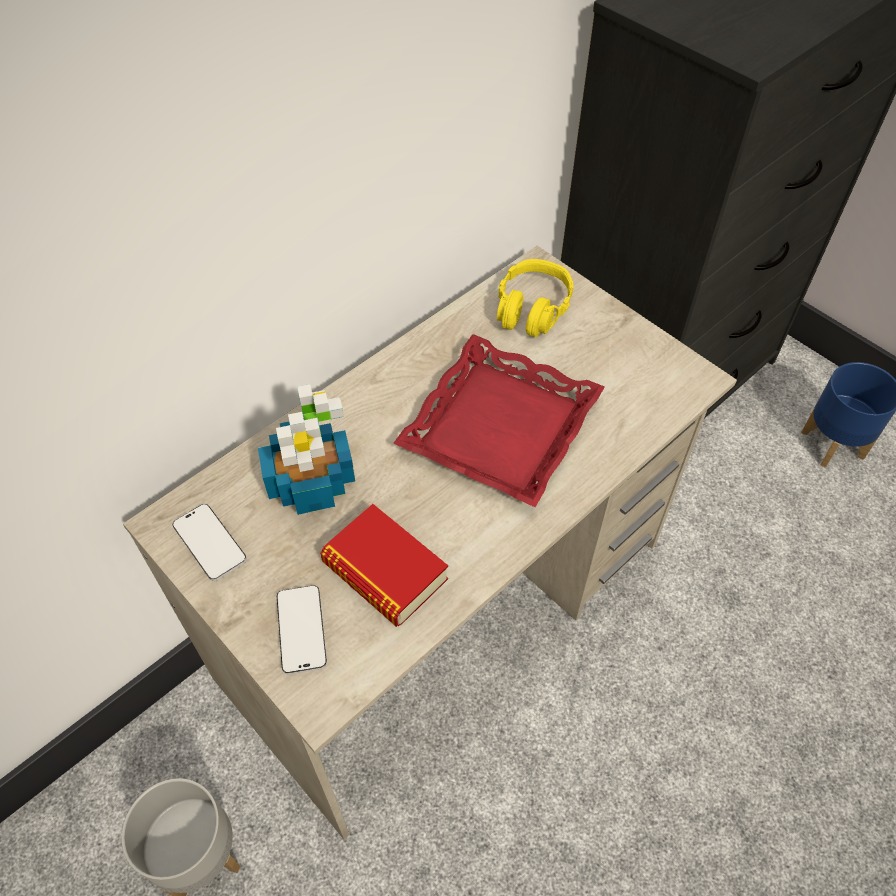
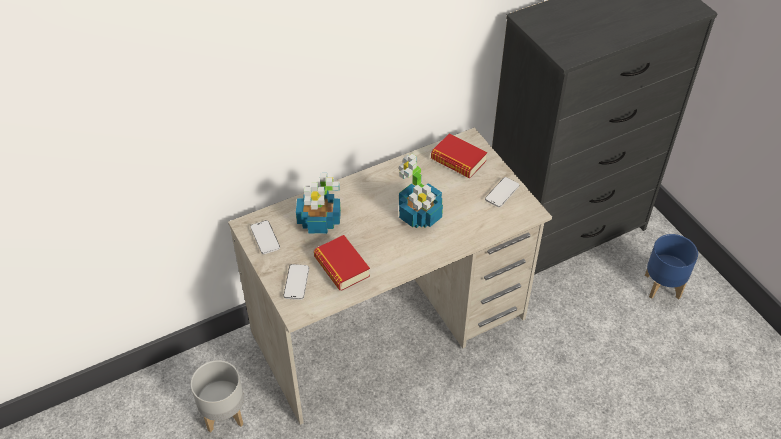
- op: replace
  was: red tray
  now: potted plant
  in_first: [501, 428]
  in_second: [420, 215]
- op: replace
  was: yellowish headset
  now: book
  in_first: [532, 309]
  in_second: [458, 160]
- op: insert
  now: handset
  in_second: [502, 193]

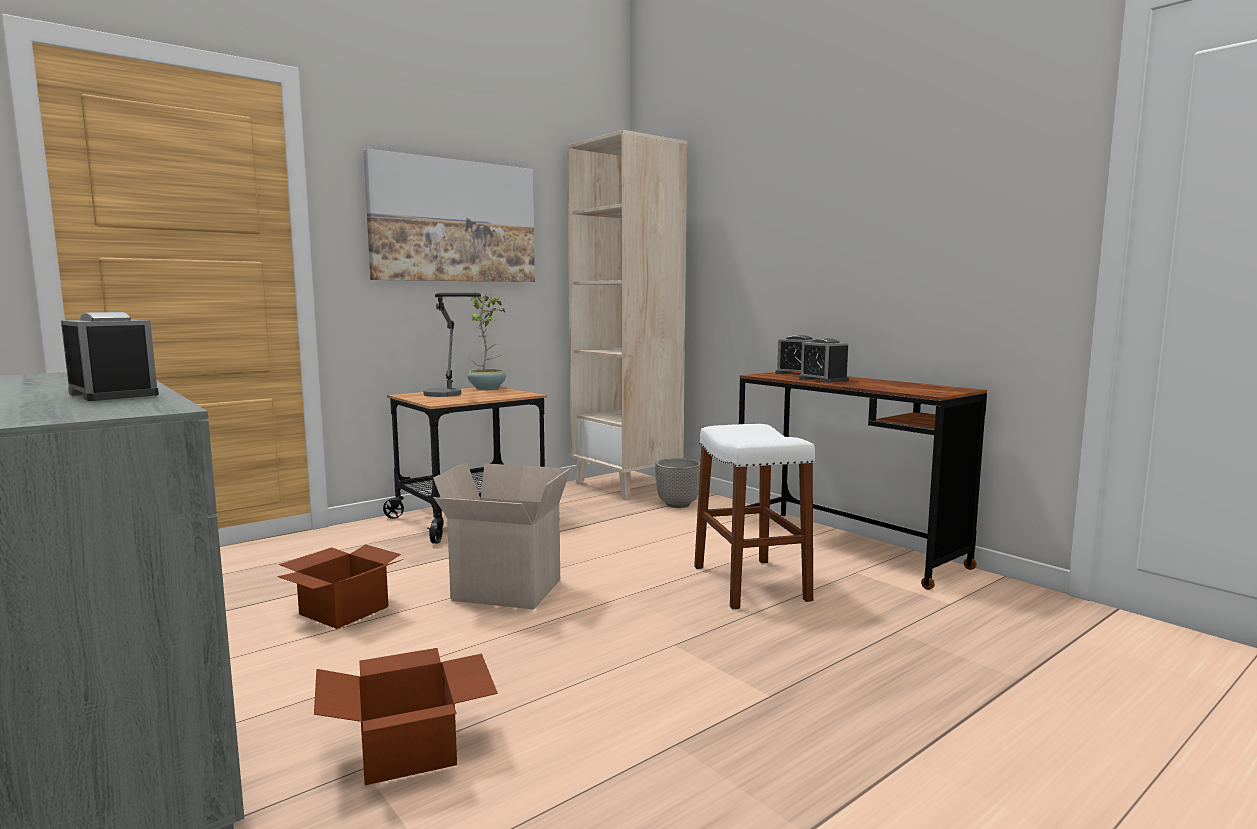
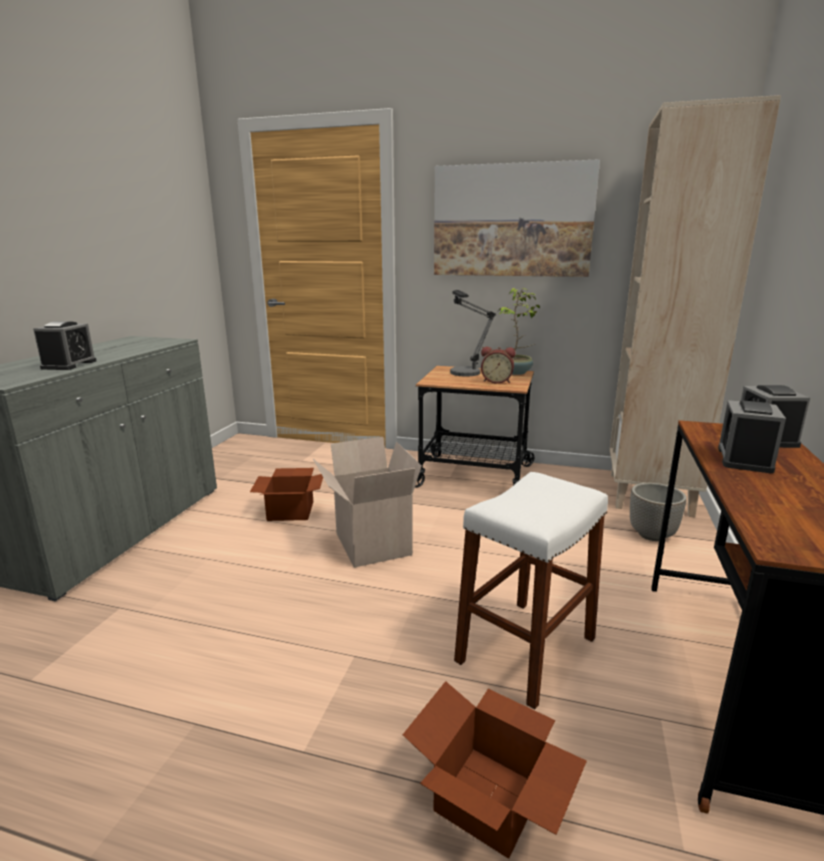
- op: move
  was: packing box
  in_first: [411, 750]
  in_second: [491, 802]
- op: insert
  now: bedside clock
  in_second: [497, 381]

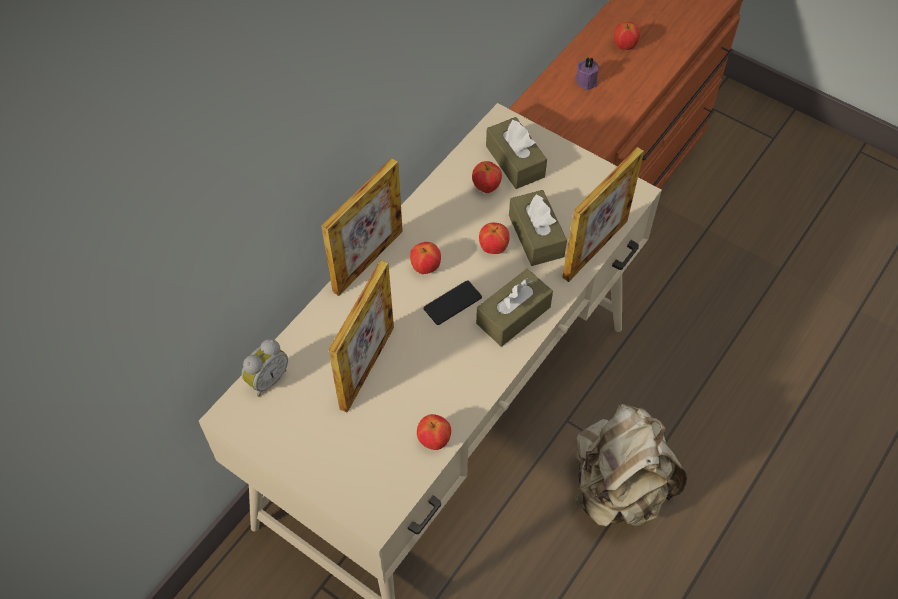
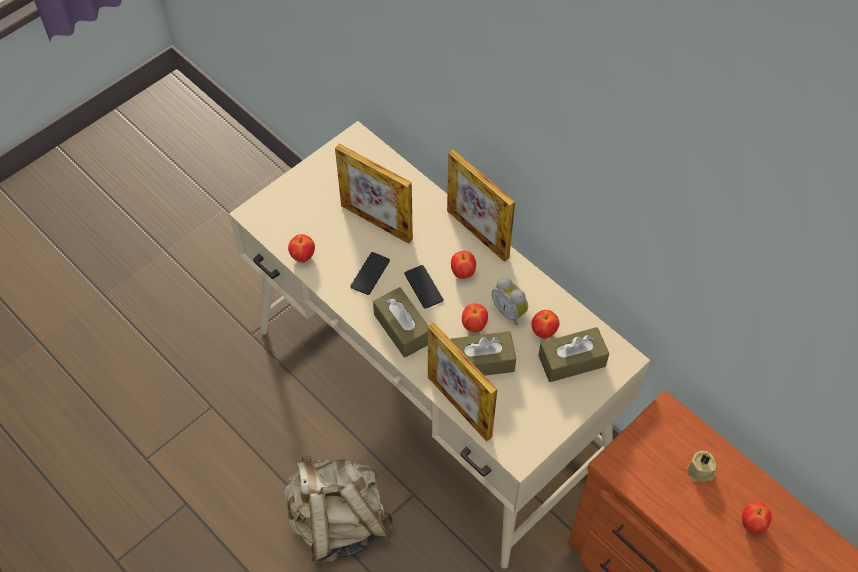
- op: move
  was: bedside clock
  in_first: [267, 379]
  in_second: [510, 311]
- op: recolor
  was: purple wax light
  now: sand-coloured wax light
  in_first: [586, 80]
  in_second: [700, 472]
- op: insert
  now: handset
  in_second: [370, 274]

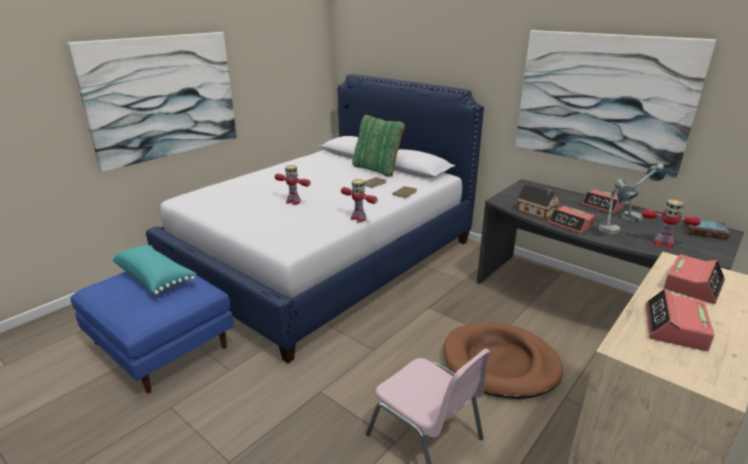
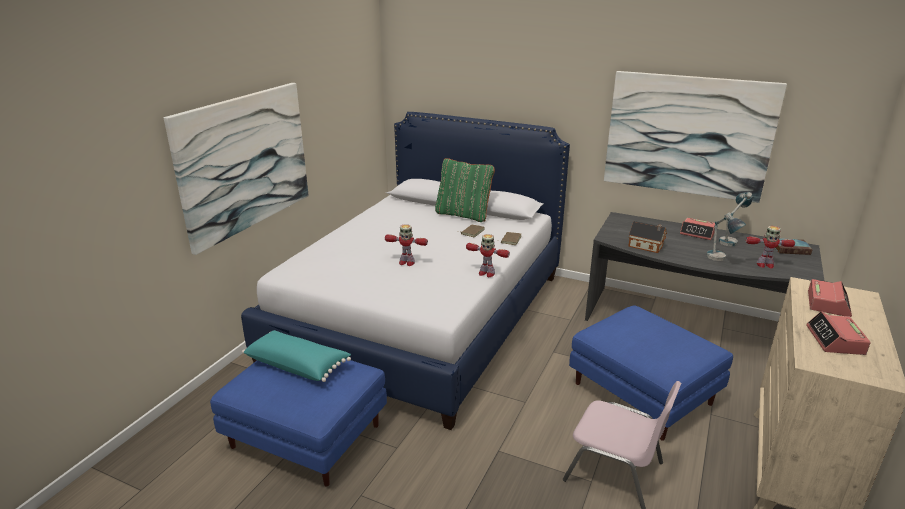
- op: replace
  was: brownish dog cushion
  now: blue ottoman
  in_first: [500, 363]
  in_second: [644, 394]
- op: delete
  was: bedside clock
  in_first: [571, 224]

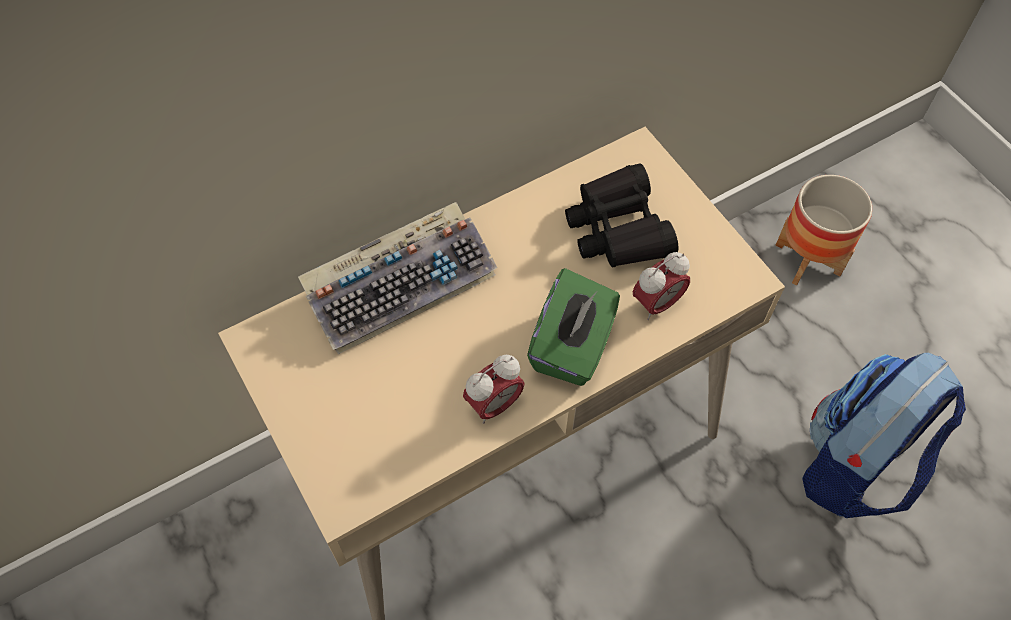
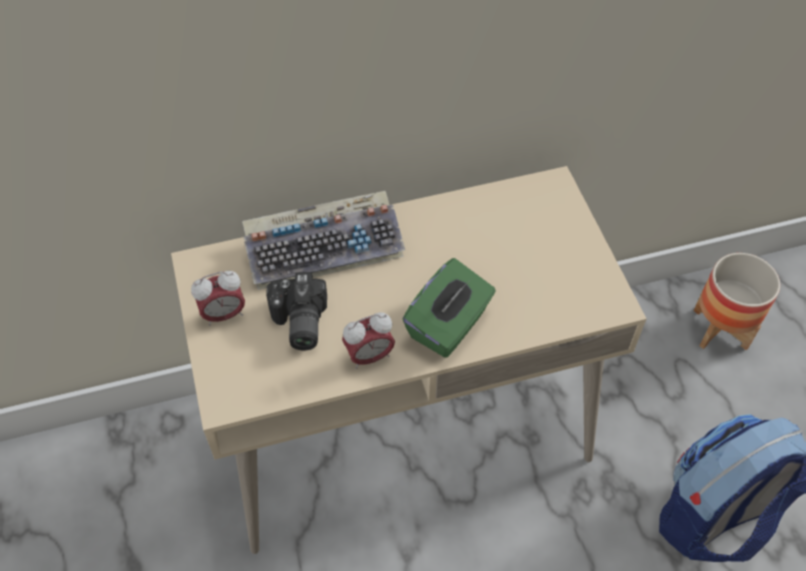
- op: delete
  was: black-coloured field glasses
  in_first: [618, 228]
- op: move
  was: bedside clock
  in_first: [657, 303]
  in_second: [224, 314]
- op: insert
  now: still camera
  in_second: [297, 323]

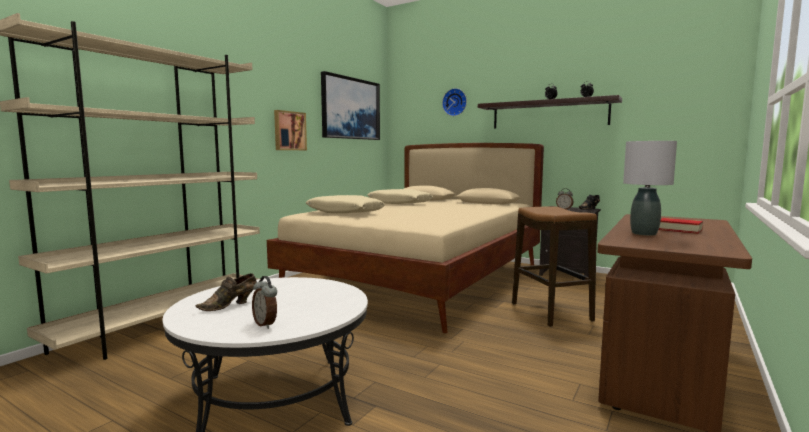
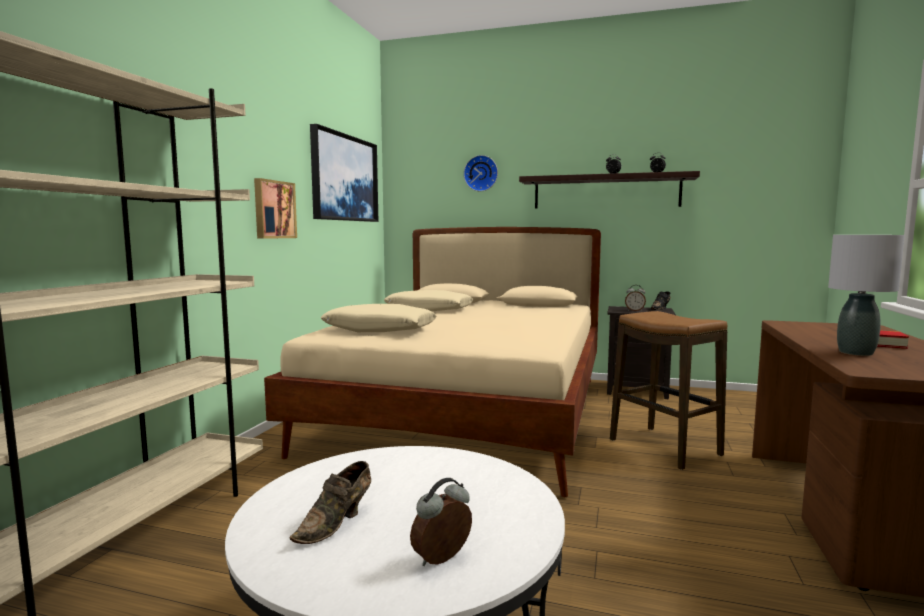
- op: rotate
  was: bedside clock
  in_first: [266, 324]
  in_second: [443, 560]
  clockwise: 105

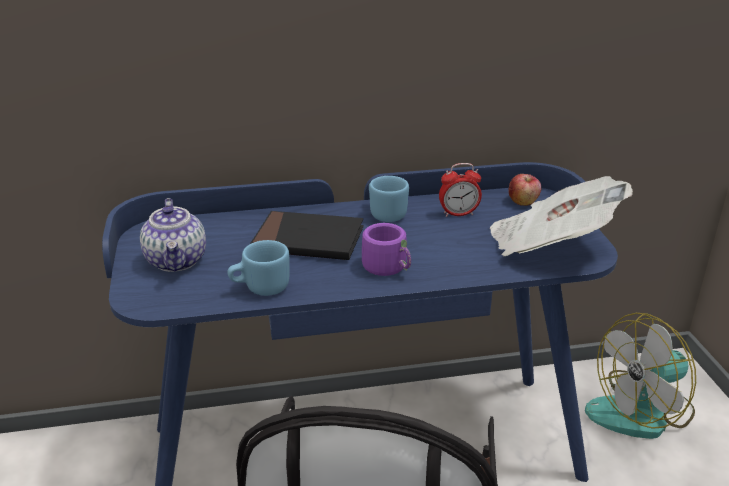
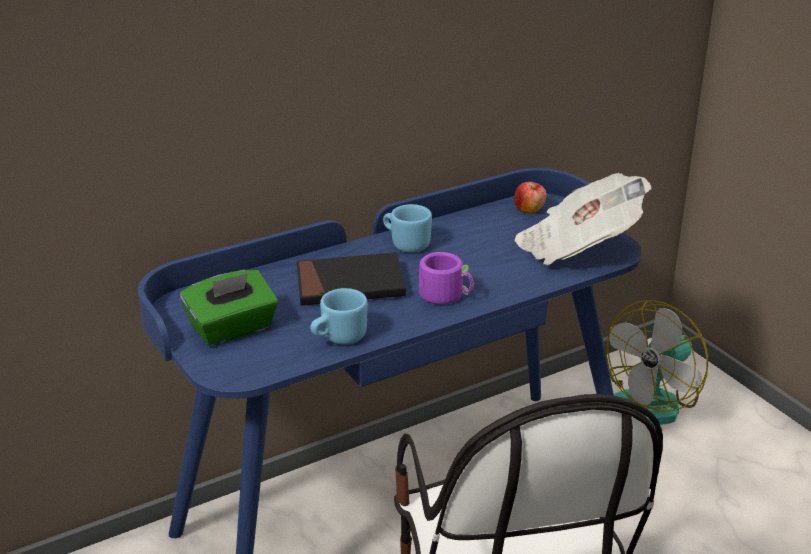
- op: replace
  was: teapot
  now: greenish tissue box
  in_first: [177, 261]
  in_second: [232, 329]
- op: delete
  was: bedside clock
  in_first: [458, 214]

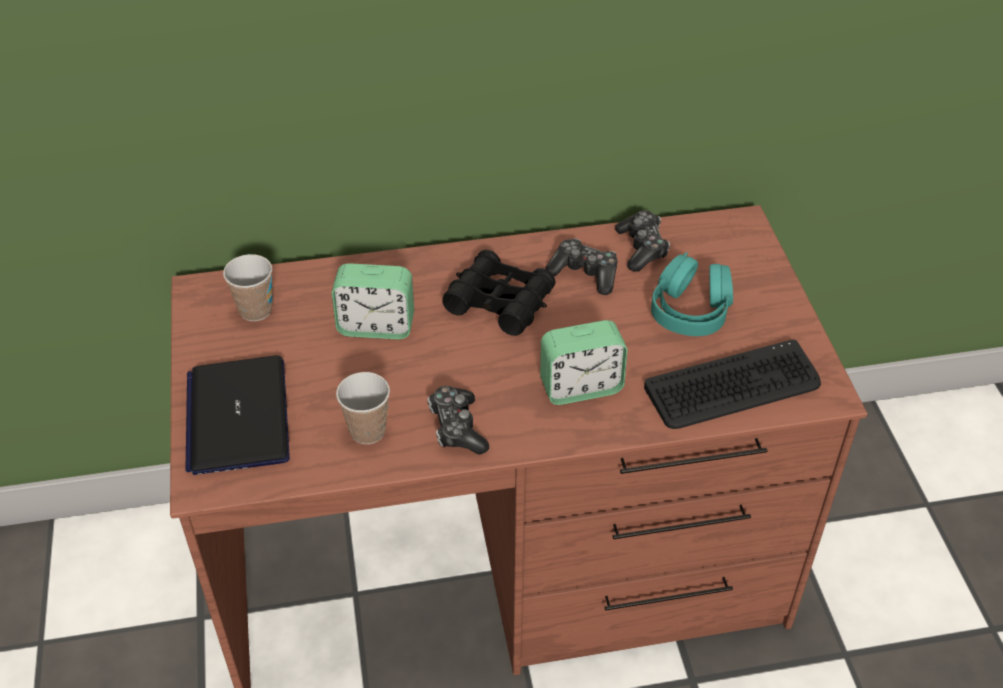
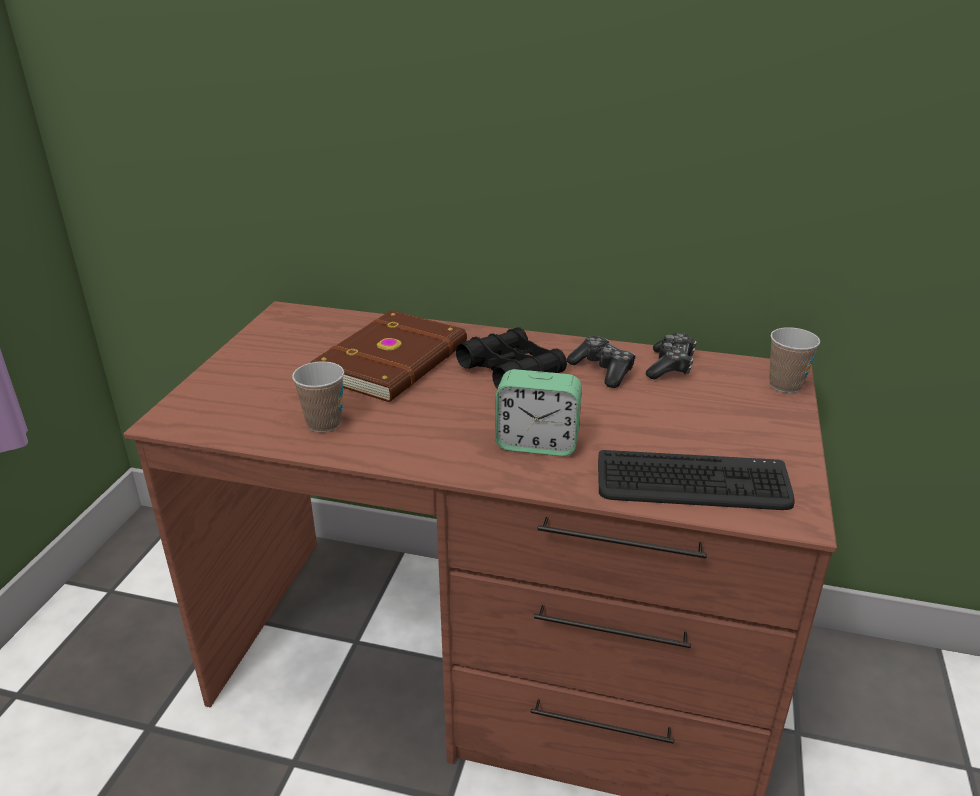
- op: delete
  was: portable computer
  in_first: [238, 416]
- op: move
  was: small cup
  in_first: [255, 310]
  in_second: [785, 385]
- op: replace
  was: bedside clock
  now: brownish book
  in_first: [376, 326]
  in_second: [394, 361]
- op: delete
  was: game controller
  in_first: [457, 428]
- op: delete
  was: turquoise-coloured headset
  in_first: [690, 310]

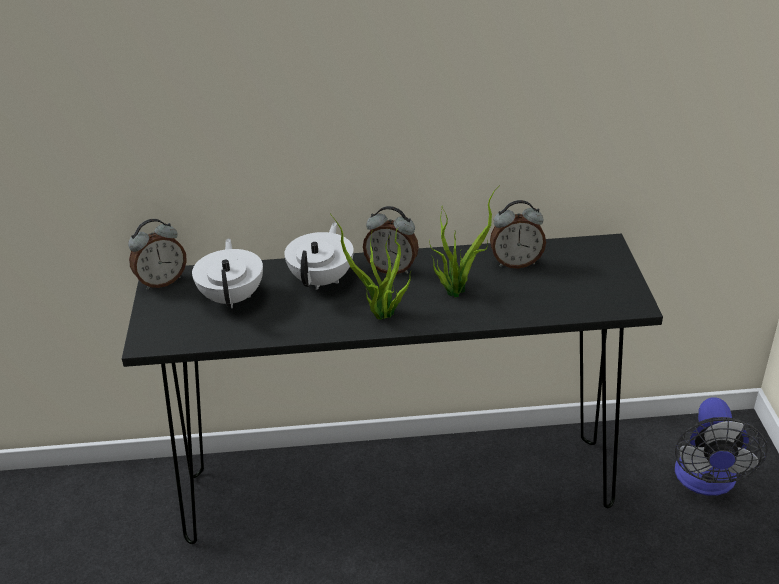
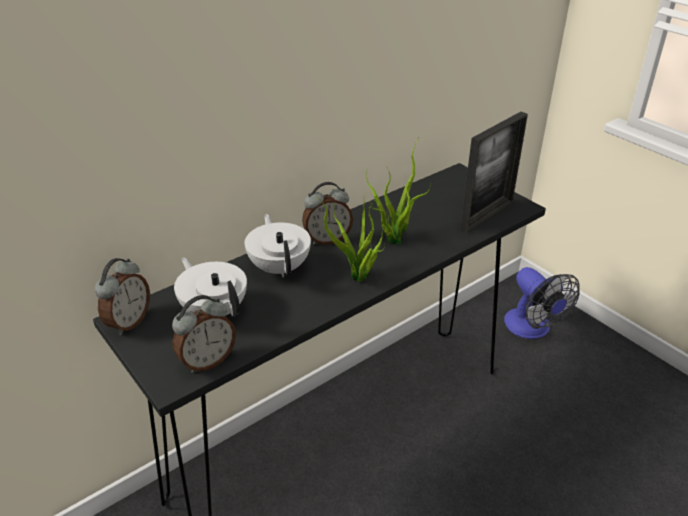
- op: move
  was: bedside clock
  in_first: [516, 263]
  in_second: [207, 361]
- op: insert
  now: picture frame
  in_second: [487, 215]

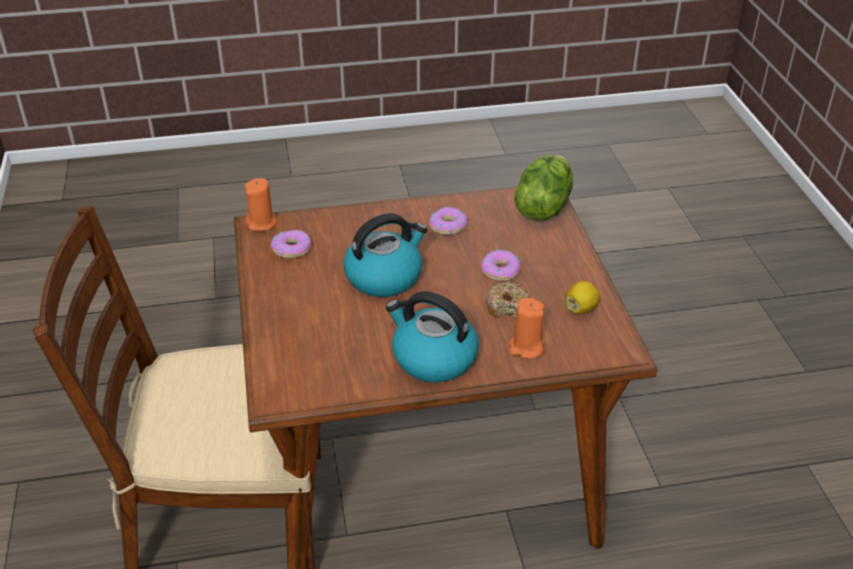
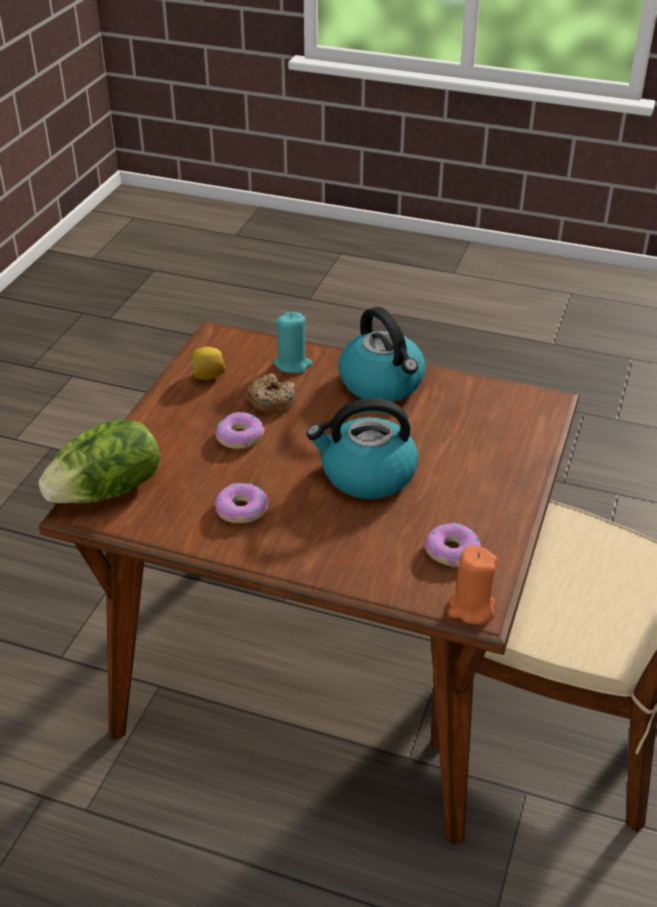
- op: recolor
  was: orange wax light
  now: turquoise-coloured wax light
  in_first: [526, 347]
  in_second: [292, 364]

